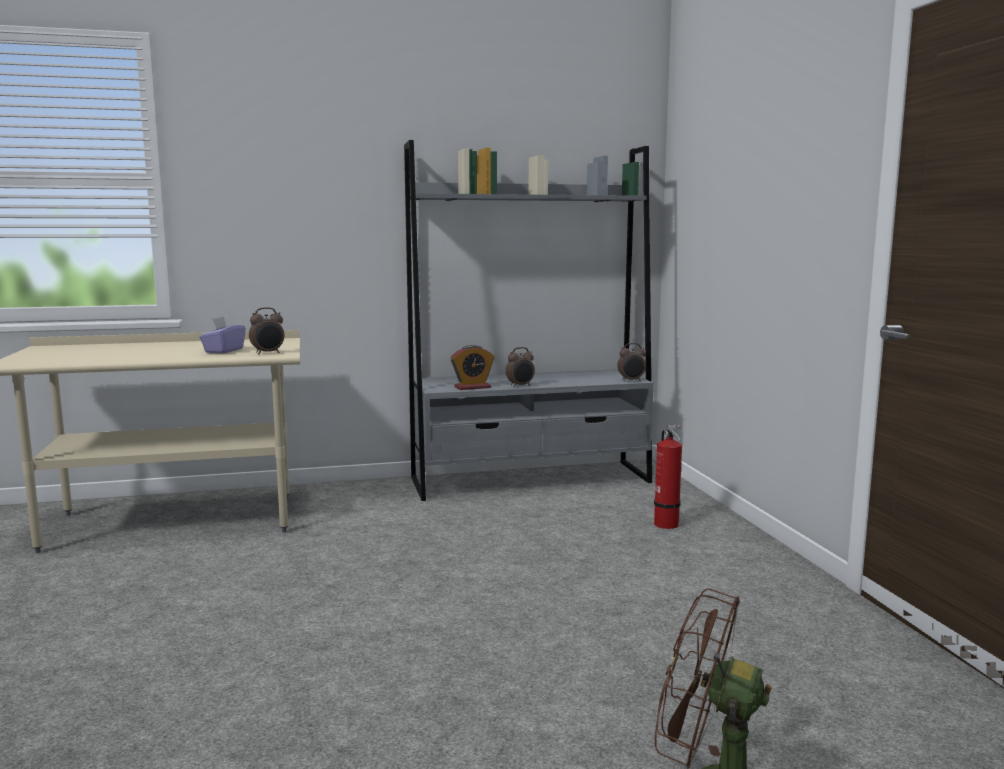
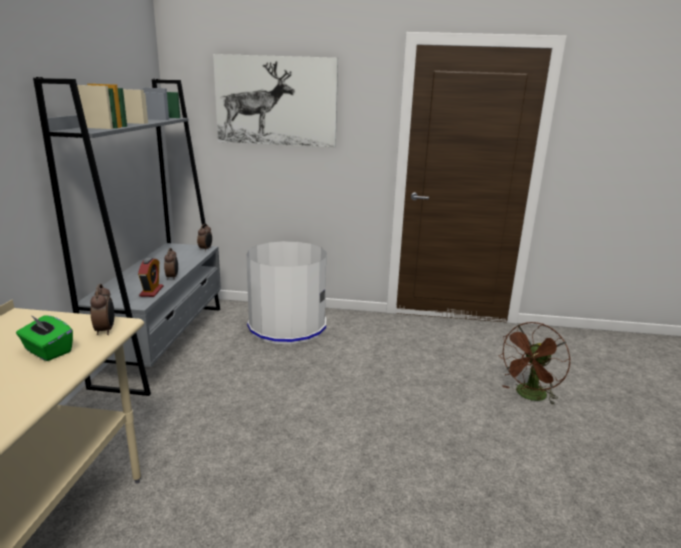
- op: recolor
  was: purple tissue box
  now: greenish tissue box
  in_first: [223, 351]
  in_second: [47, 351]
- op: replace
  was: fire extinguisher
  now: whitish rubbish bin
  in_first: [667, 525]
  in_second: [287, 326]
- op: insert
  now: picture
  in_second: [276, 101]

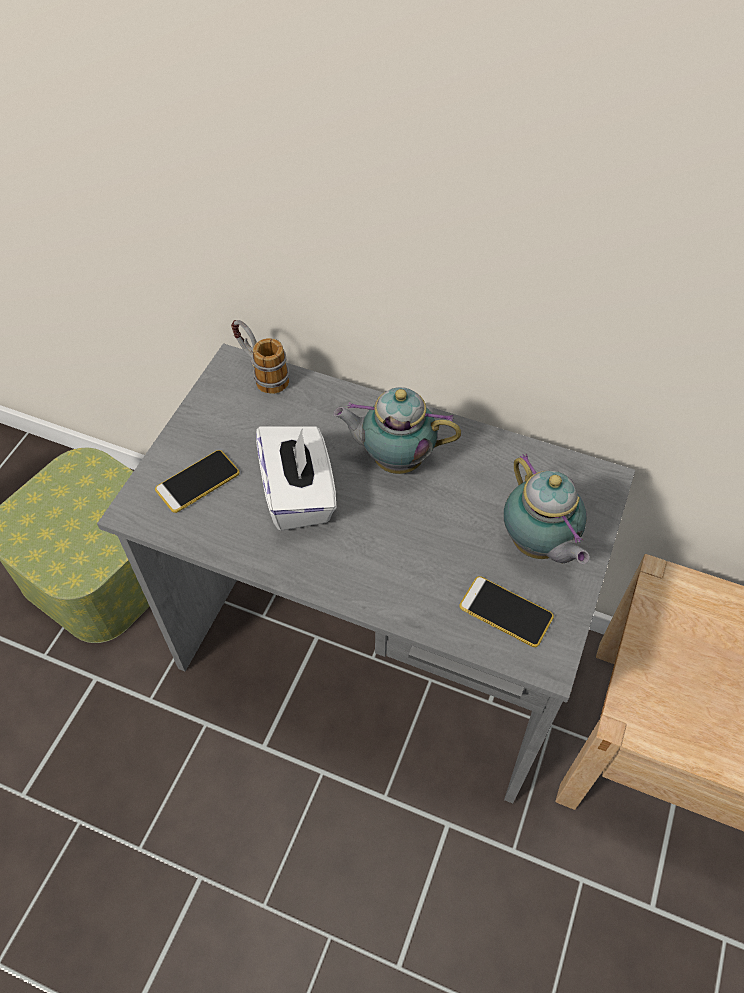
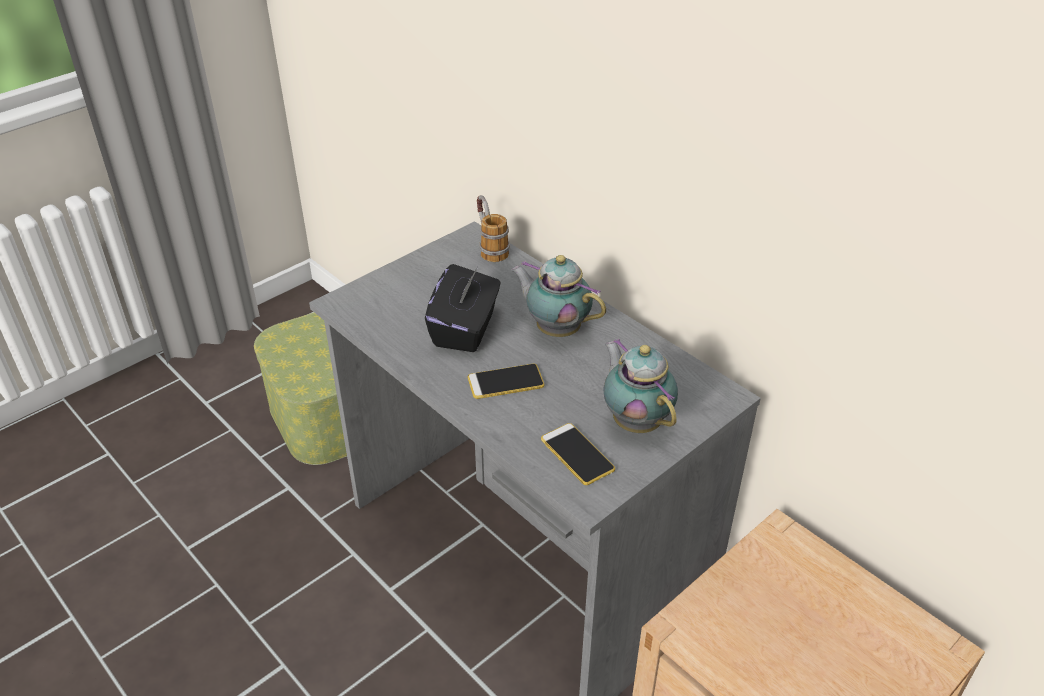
- op: move
  was: handset
  in_first: [198, 481]
  in_second: [505, 382]
- op: recolor
  was: whitish tissue box
  now: black-coloured tissue box
  in_first: [299, 494]
  in_second: [465, 329]
- op: rotate
  was: teapot
  in_first: [538, 546]
  in_second: [635, 421]
  clockwise: 150

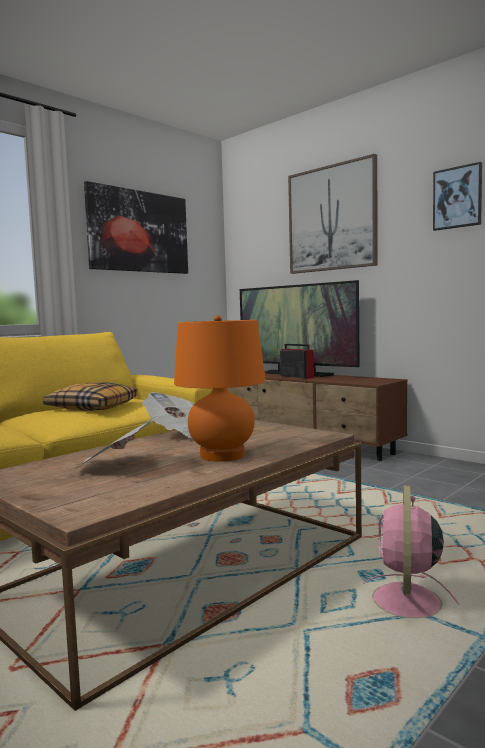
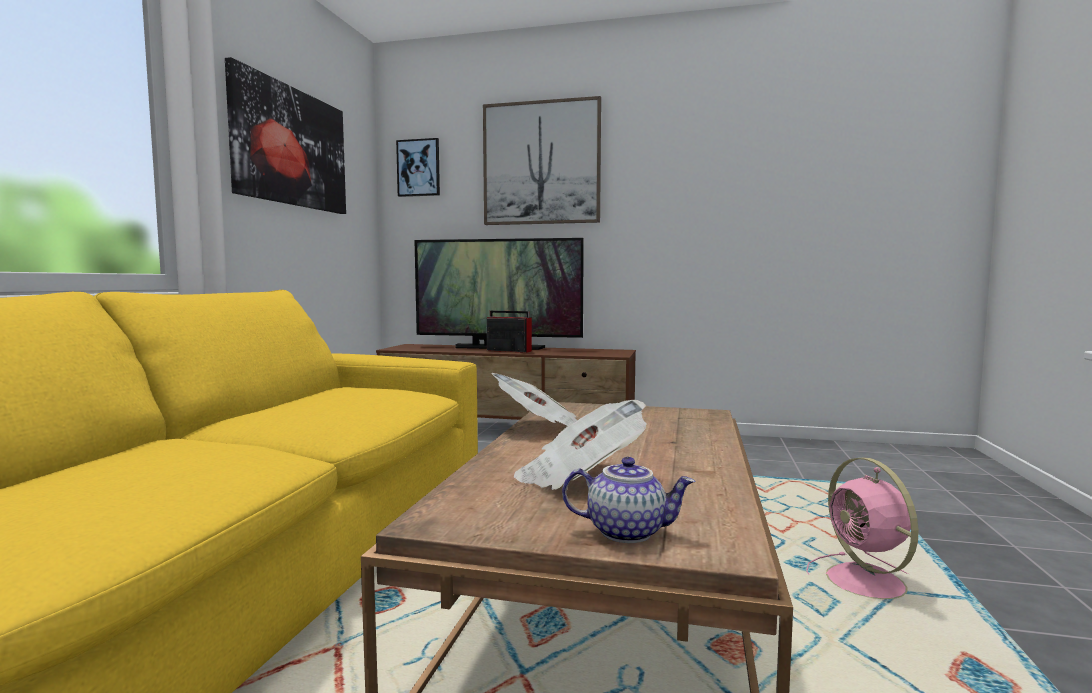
- op: delete
  was: throw pillow
  in_first: [92, 407]
- op: delete
  was: orange tabletop lamp
  in_first: [222, 455]
- op: move
  was: picture
  in_first: [457, 197]
  in_second: [418, 168]
- op: insert
  now: teapot
  in_second: [627, 531]

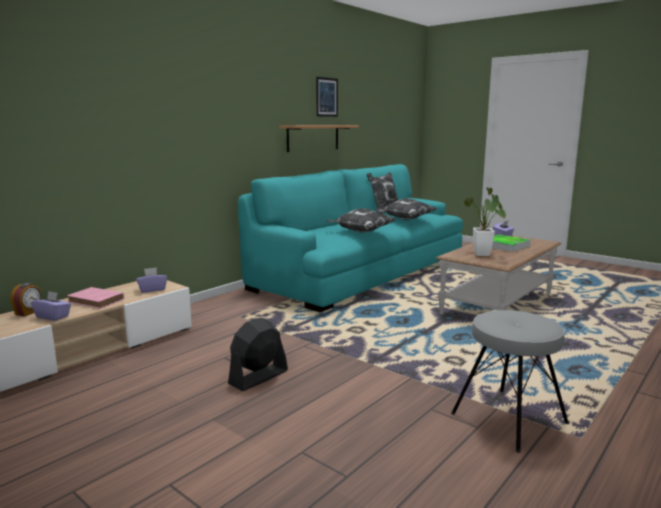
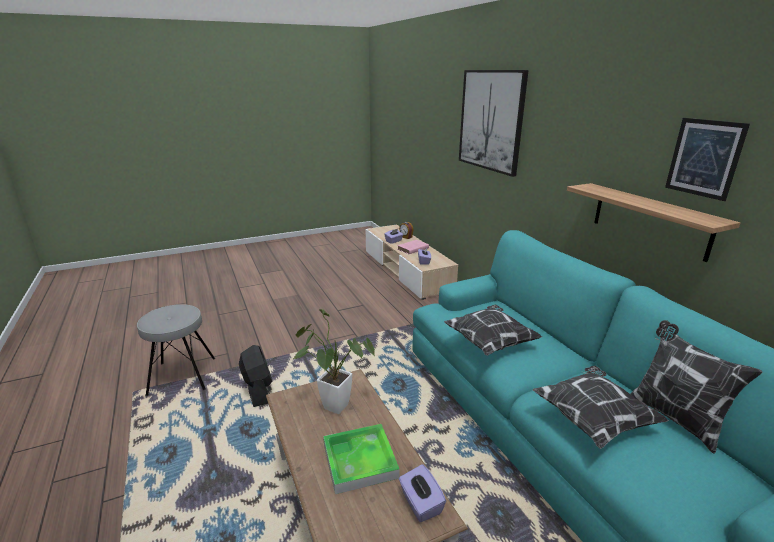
- op: move
  was: black-coloured fan
  in_first: [258, 377]
  in_second: [258, 390]
- op: insert
  now: picture
  in_second: [491, 120]

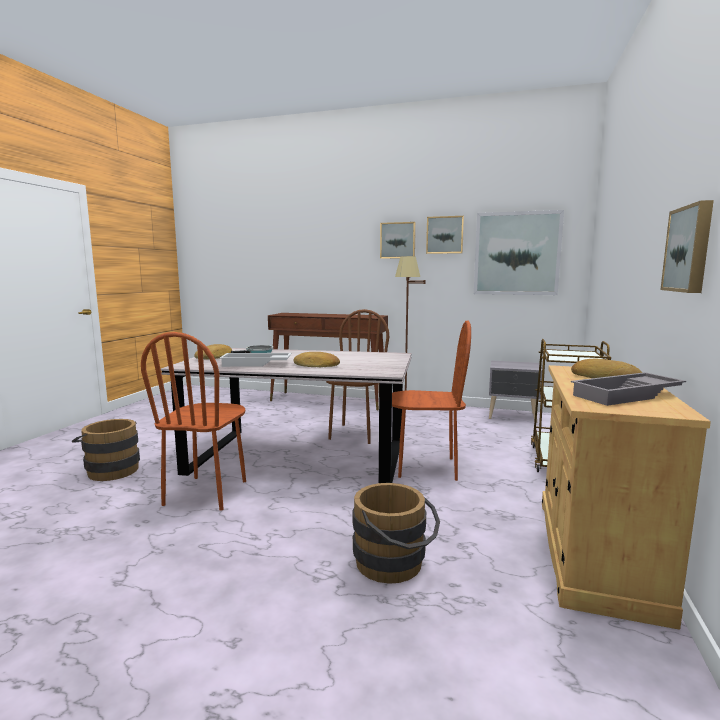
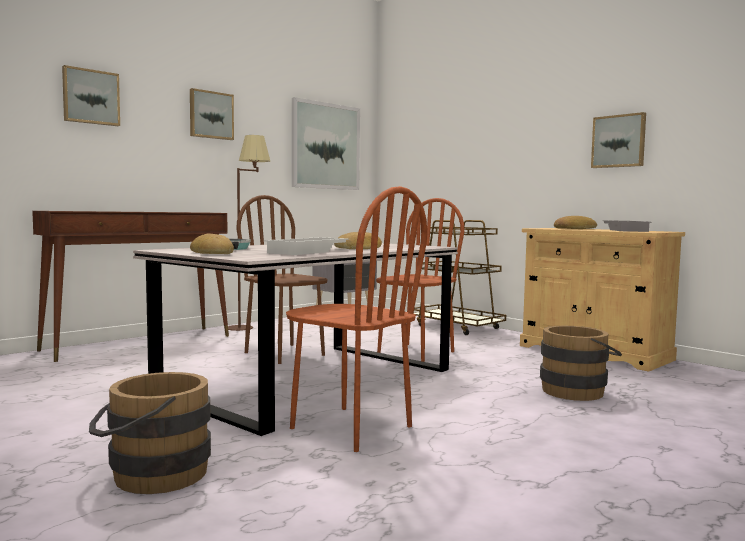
- op: move
  was: picture
  in_first: [445, 235]
  in_second: [90, 97]

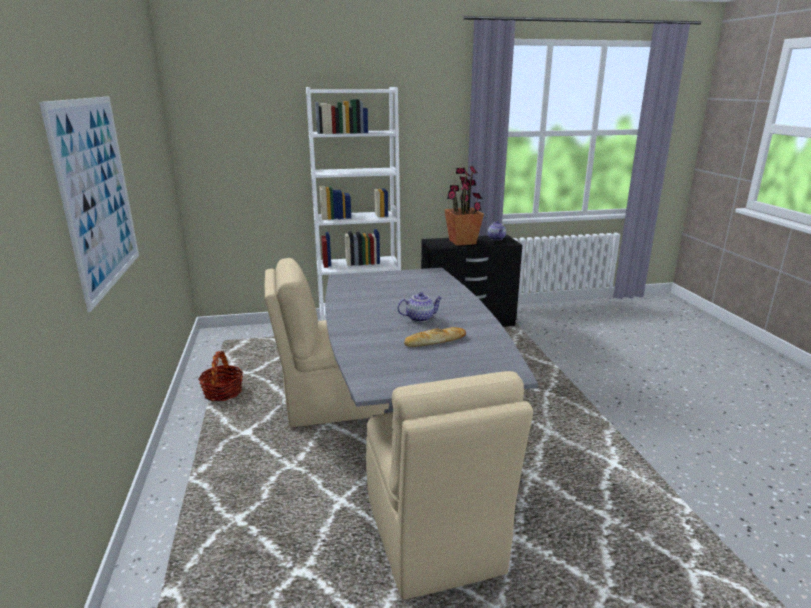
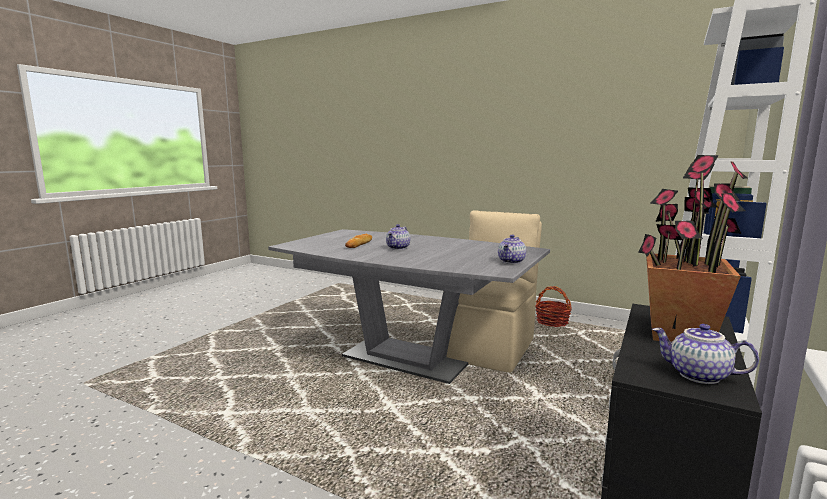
- op: delete
  was: picture
  in_first: [98, 194]
- op: delete
  was: sand-coloured upright chair
  in_first: [433, 538]
- op: insert
  now: teapot
  in_second: [512, 261]

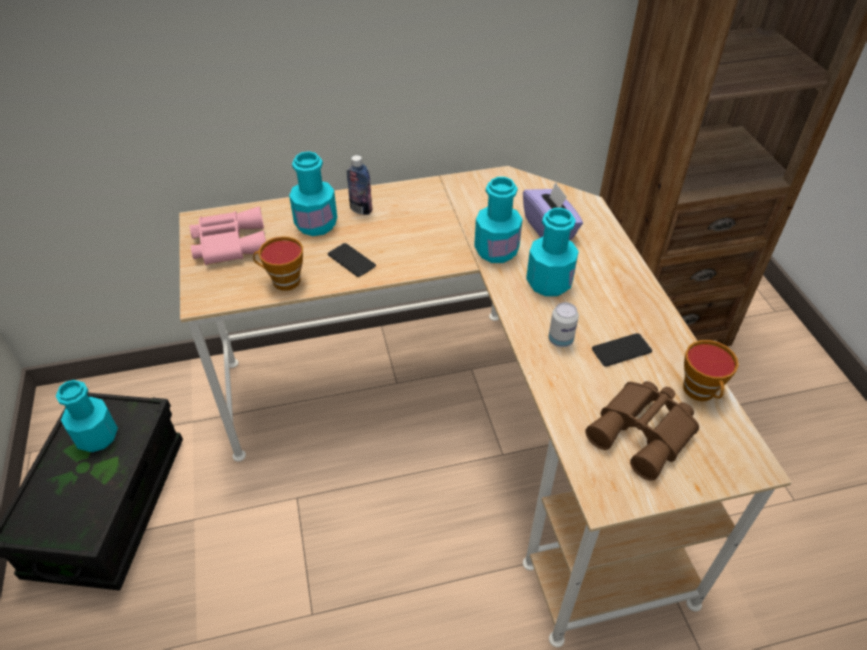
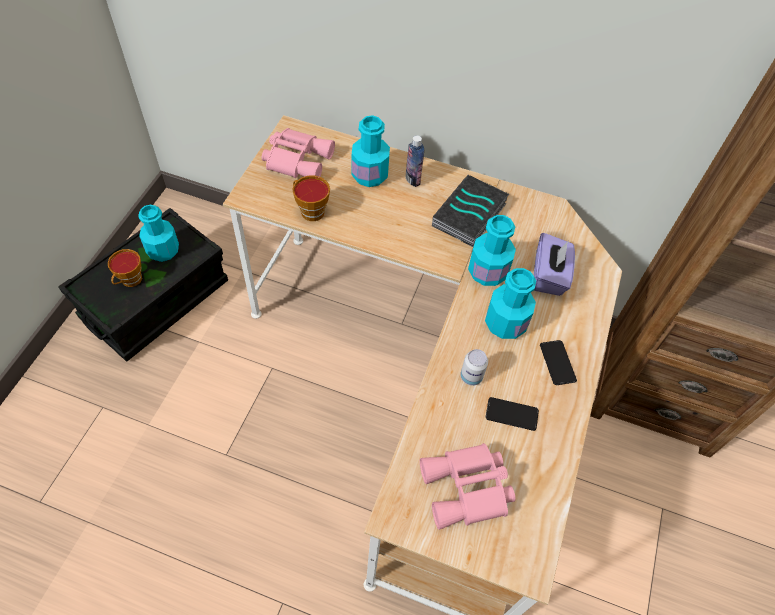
- op: move
  was: handset
  in_first: [351, 260]
  in_second: [557, 363]
- op: recolor
  was: brownish field glasses
  now: pink field glasses
  in_first: [644, 433]
  in_second: [468, 490]
- op: move
  was: small cup
  in_first: [701, 392]
  in_second: [130, 281]
- op: insert
  now: book
  in_second: [470, 216]

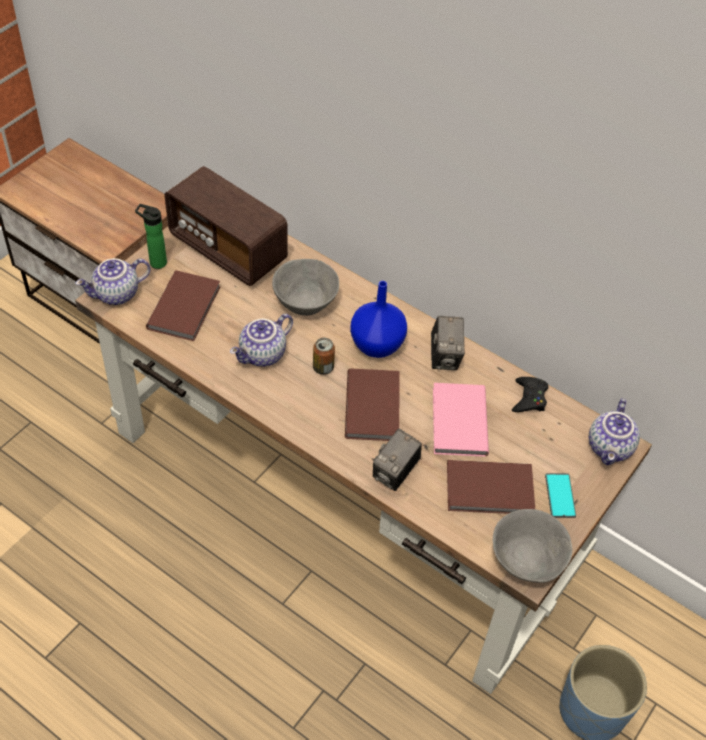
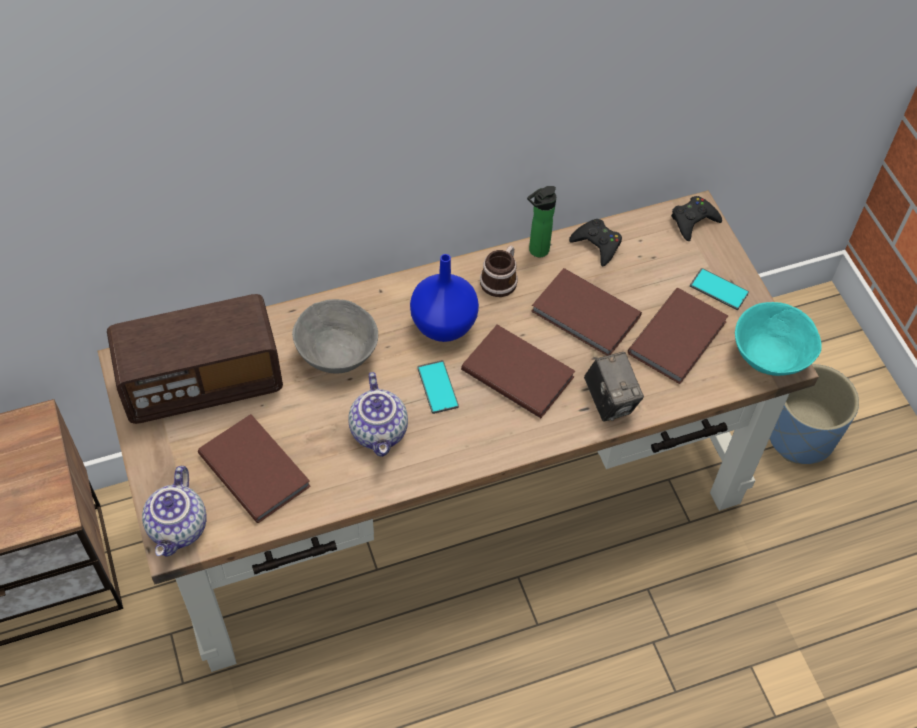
- op: move
  was: beverage bottle
  in_first: [155, 262]
  in_second: [536, 251]
- op: replace
  was: can
  now: handset
  in_first: [323, 367]
  in_second: [437, 387]
- op: replace
  was: still camera
  now: coffee mug
  in_first: [445, 357]
  in_second: [501, 279]
- op: recolor
  was: pink book
  now: brownish book
  in_first: [457, 422]
  in_second: [585, 316]
- op: recolor
  was: gray bowl
  now: turquoise-coloured bowl
  in_first: [525, 559]
  in_second: [769, 357]
- op: replace
  was: teapot
  now: black-coloured game controller
  in_first: [611, 448]
  in_second: [693, 221]

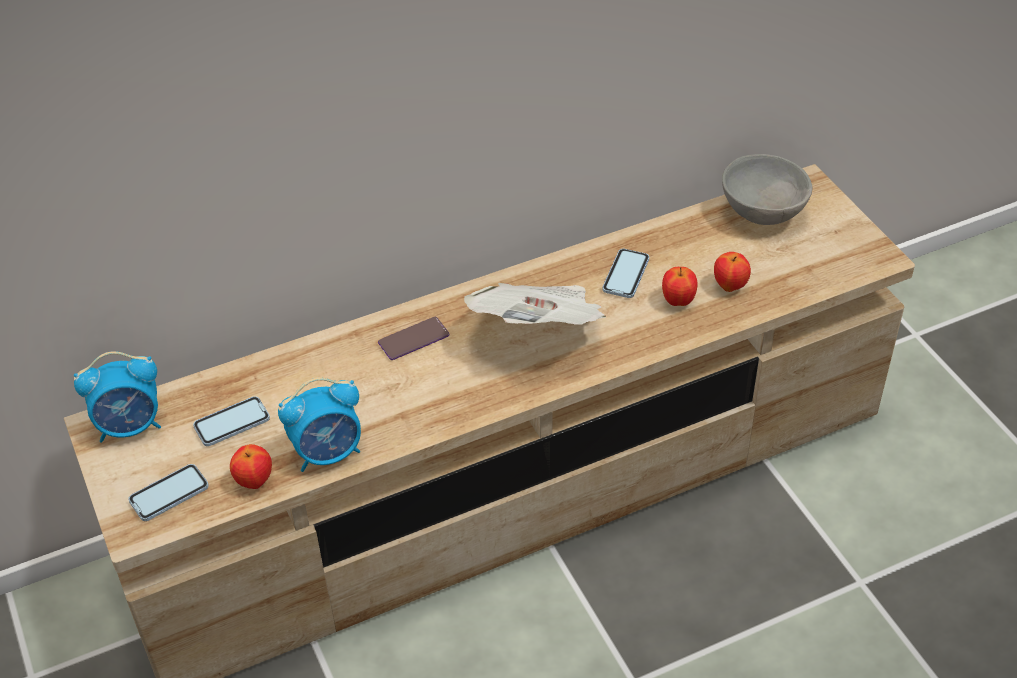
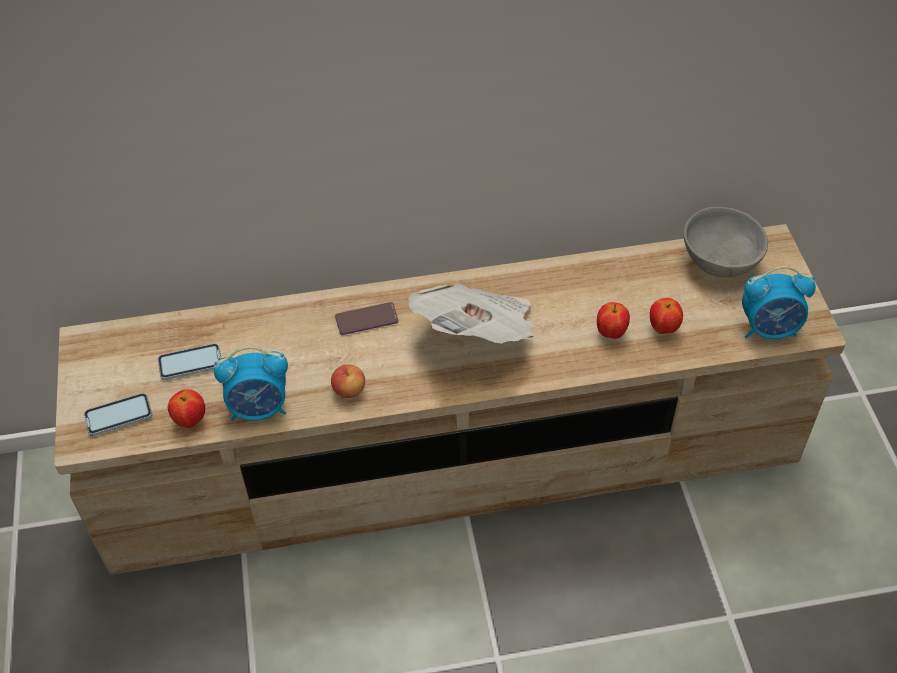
- op: move
  was: bedside clock
  in_first: [130, 426]
  in_second: [769, 329]
- op: delete
  was: handset
  in_first: [626, 275]
- op: insert
  now: whole apple
  in_second: [349, 390]

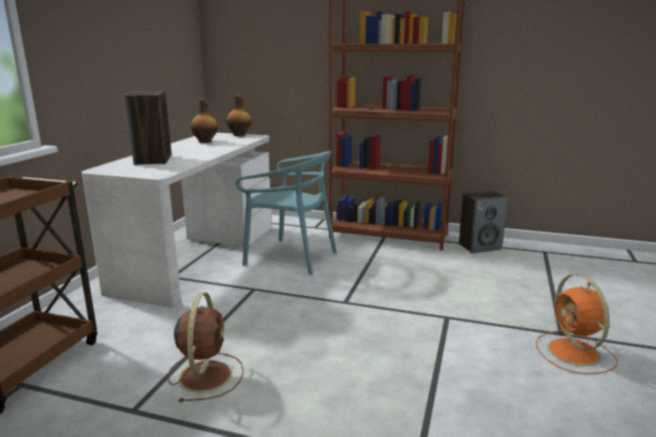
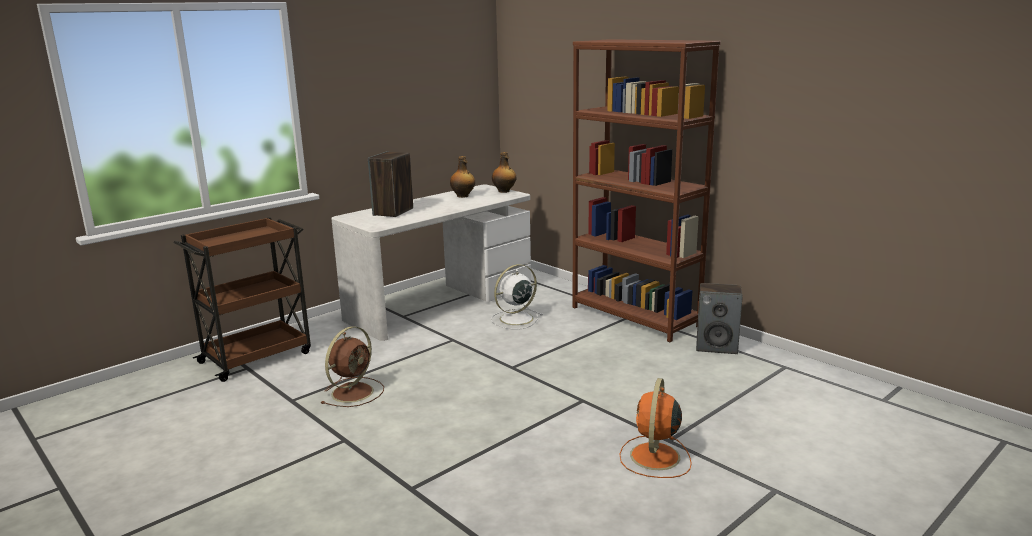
- op: replace
  was: turquoise-coloured upright chair
  now: whitish fan
  in_first: [291, 257]
  in_second: [515, 319]

